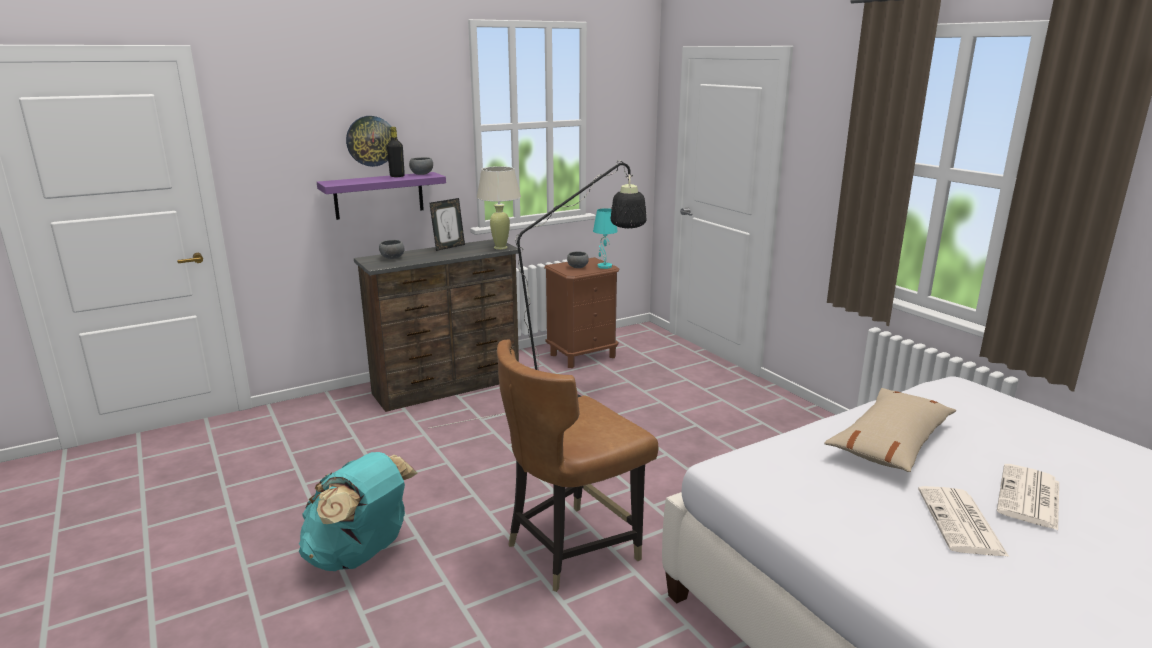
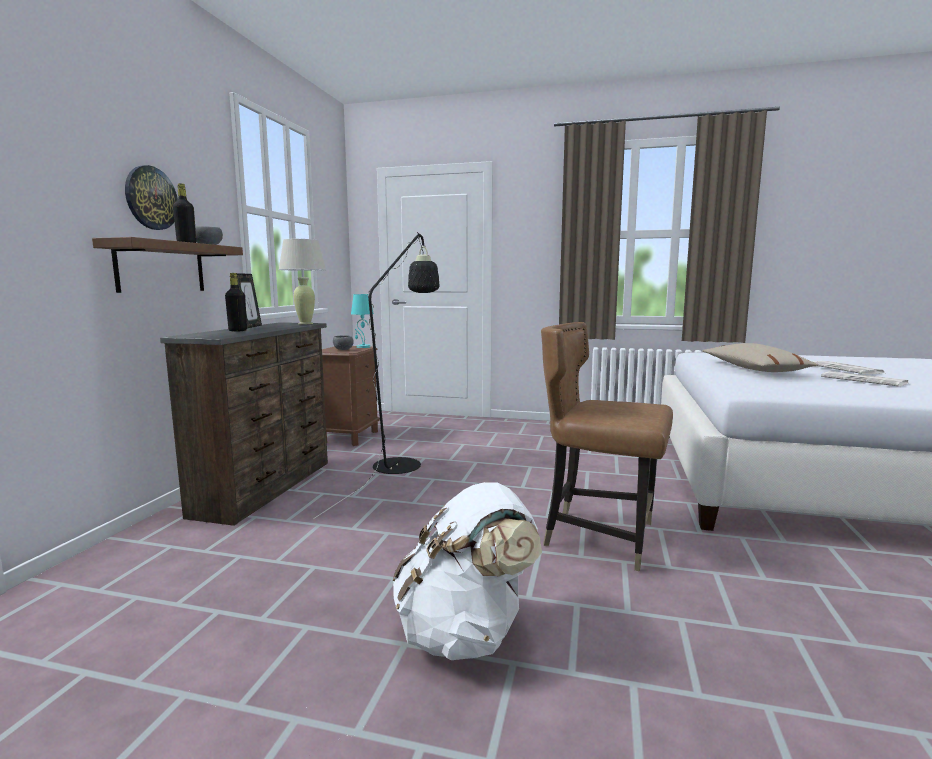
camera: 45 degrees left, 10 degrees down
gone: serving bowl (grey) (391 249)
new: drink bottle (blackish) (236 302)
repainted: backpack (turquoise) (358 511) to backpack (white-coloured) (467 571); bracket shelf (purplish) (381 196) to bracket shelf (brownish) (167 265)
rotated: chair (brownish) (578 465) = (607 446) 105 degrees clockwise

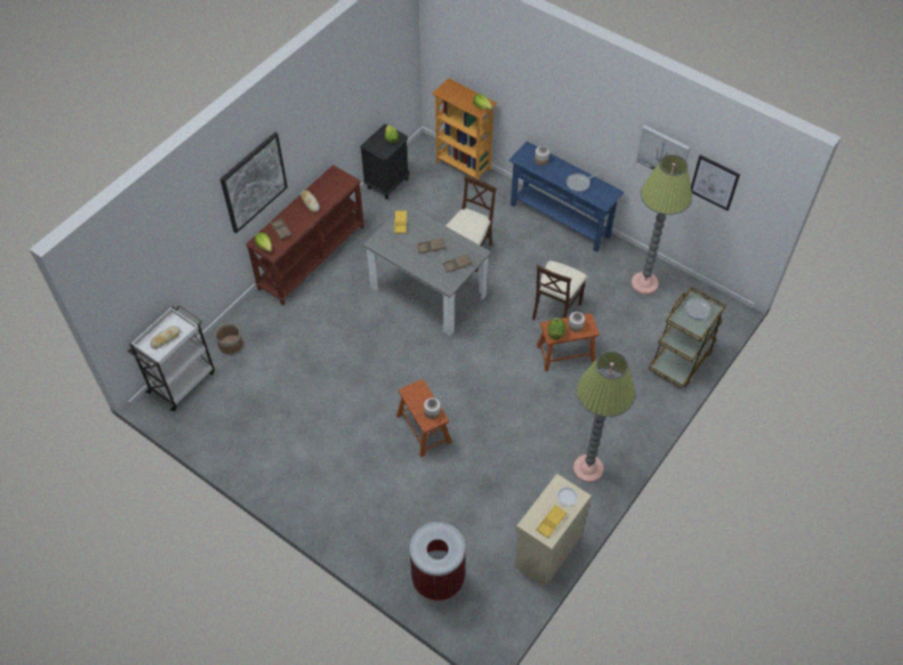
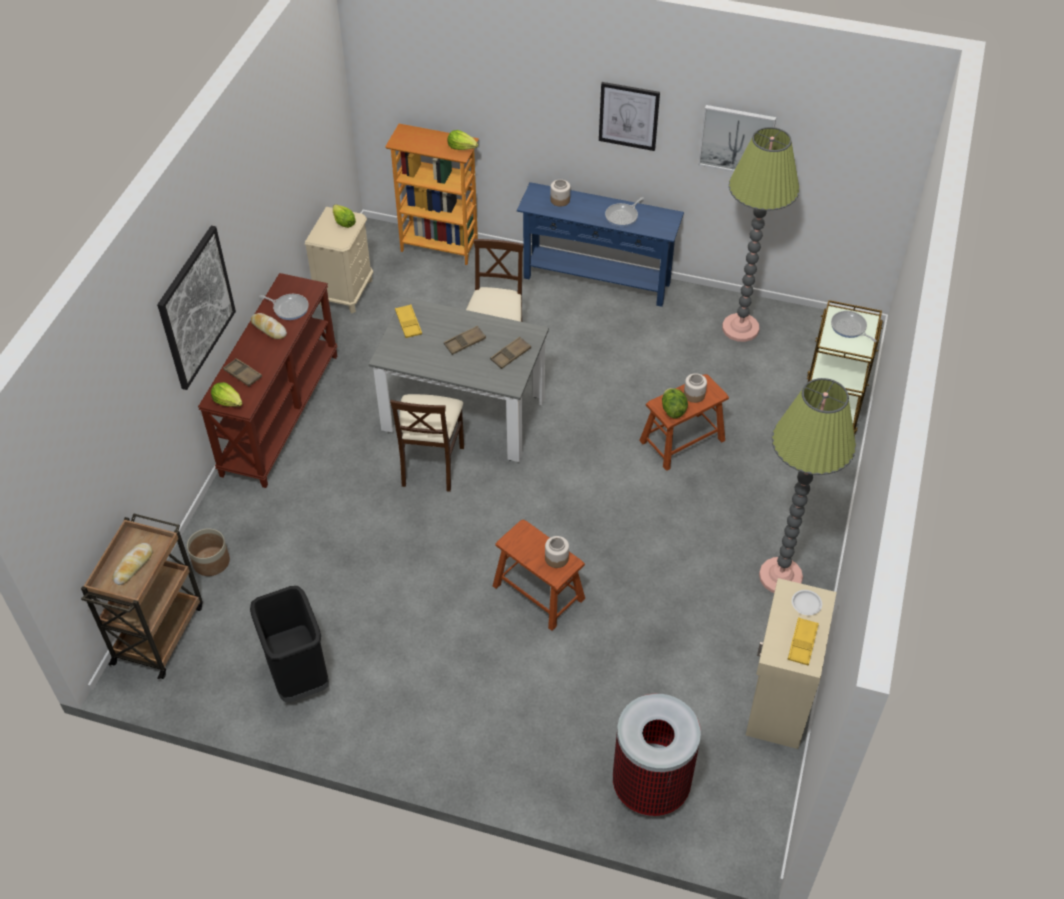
camera: 20 degrees left, 5 degrees down
new: rubbish bin (blackish) (289 644); skillet (284 307)
shifted: chair (beige) (559 290) to (427 443); picture (715 183) to (629 116)
repainted: cart (white-coloured) (171 358) to cart (brownish) (142 596); night table (blackish) (385 162) to night table (beige) (339 260)

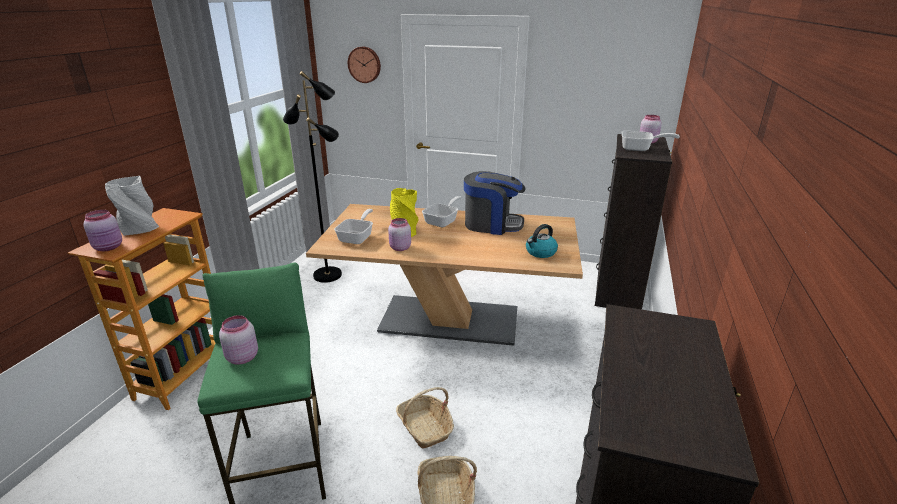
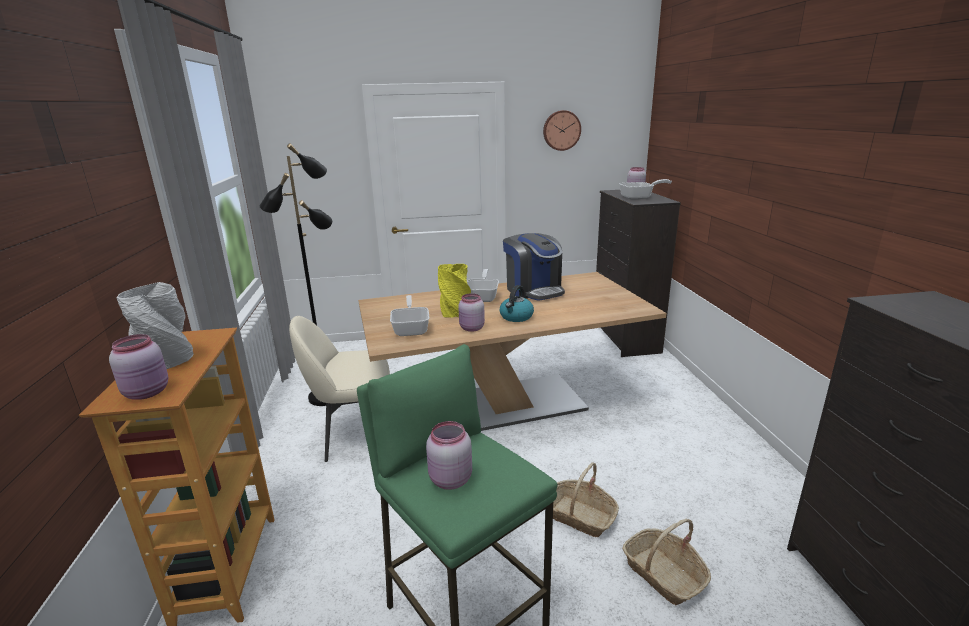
camera: 25 degrees left, 5 degrees down
new: chair (beige) (339 389)
shifted: wall clock (364 65) to (562 130); kettle (542 241) to (517 303)
rotated: coffee brewer (494 203) = (534 267) 75 degrees clockwise

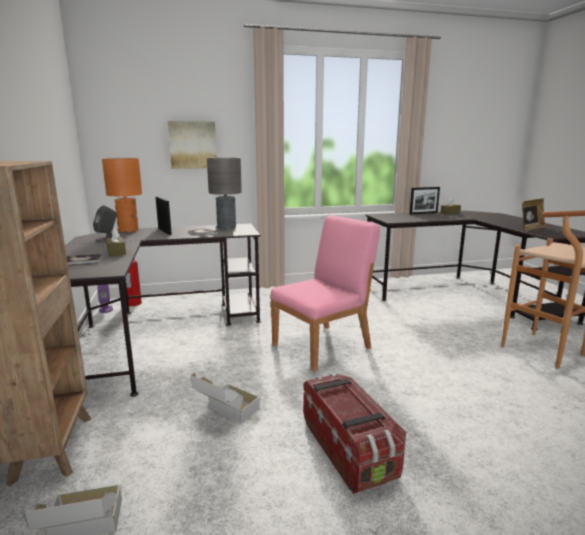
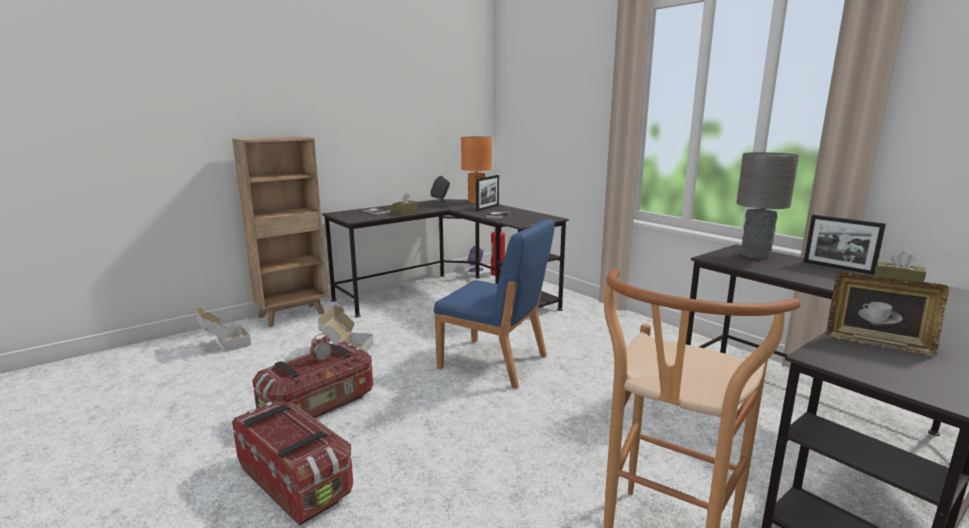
camera: 65 degrees right, 0 degrees up
gone: picture (192 145)
new: storage box (292 464); alarm clock (321 348)
shifted: table lamp (grey) (224 193) to (767 205)
repainted: chair (pink) (325 293) to chair (bluish) (494 304)

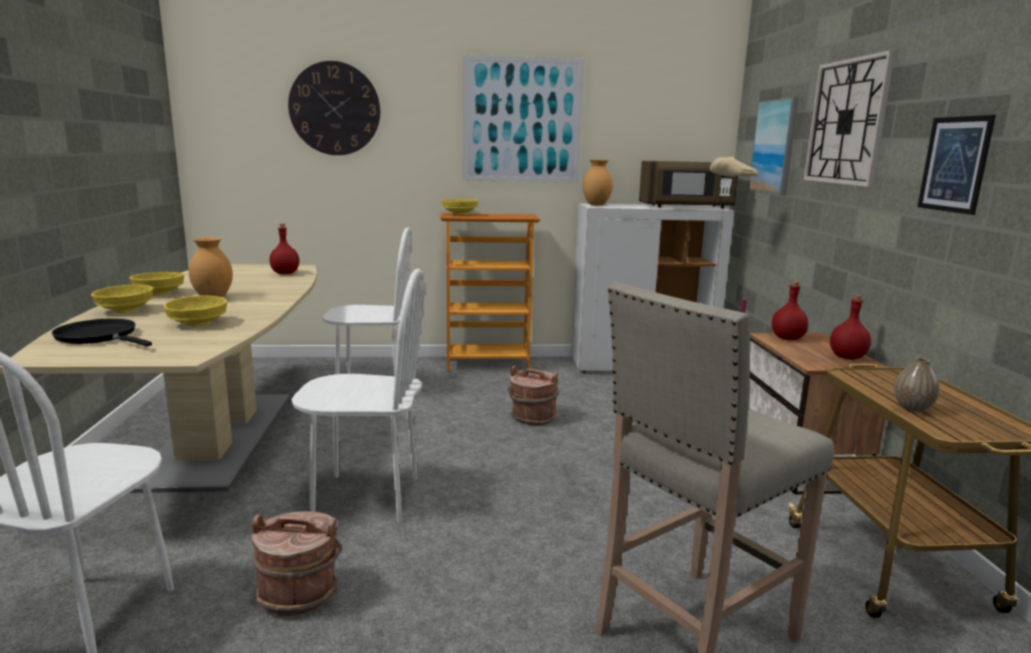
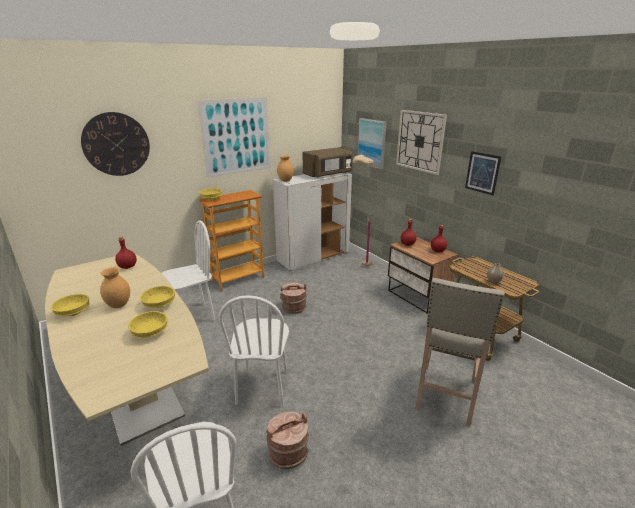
camera: 30 degrees left, 10 degrees up
gone: skillet (blackish) (102 333)
shifted: serving bowl (yellowish) (122 299) to (157 297)
rotated: chair (white-coloured) (358 395) = (254 350) 120 degrees clockwise

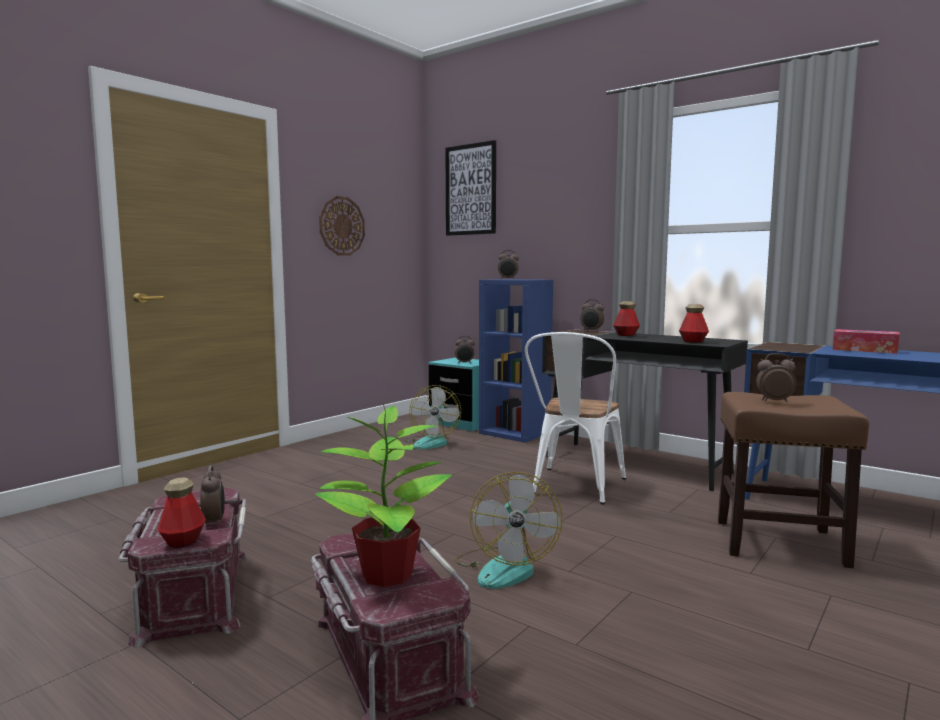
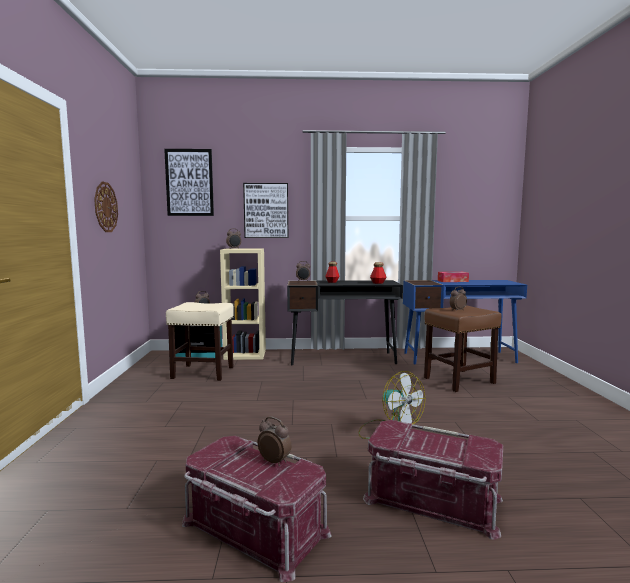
camera: 40 degrees left, 0 degrees up
gone: drink bottle (182 512); plant in a pot (383 496); chair (white-coloured) (575 418)
new: picture (265 210)
swapped: electric fan (432 417) to stool seat (beige) (200 341)
repainted: bookcase (bluish) (516 361) to bookcase (beige) (243 304)

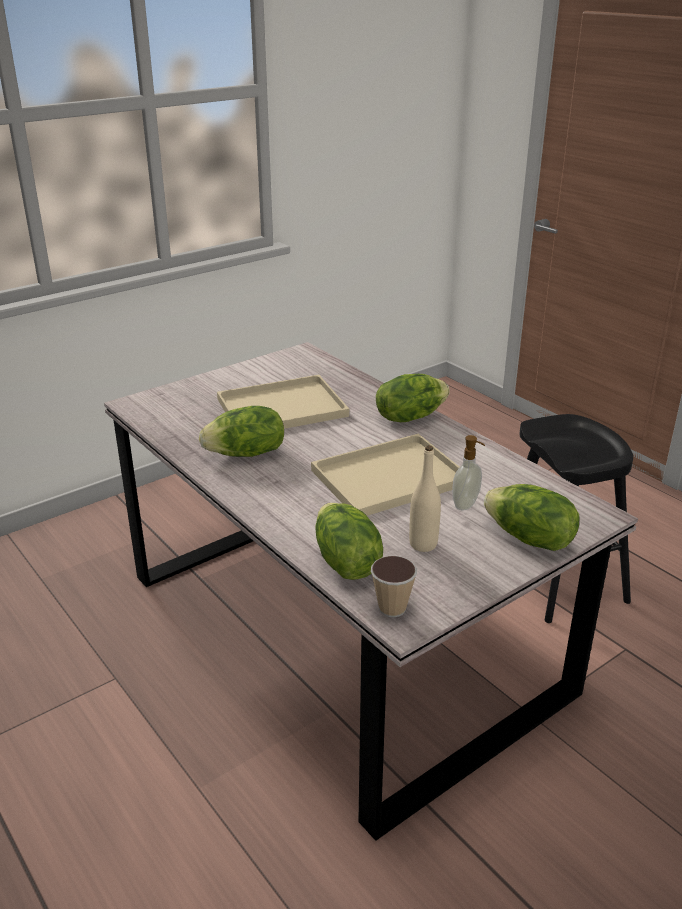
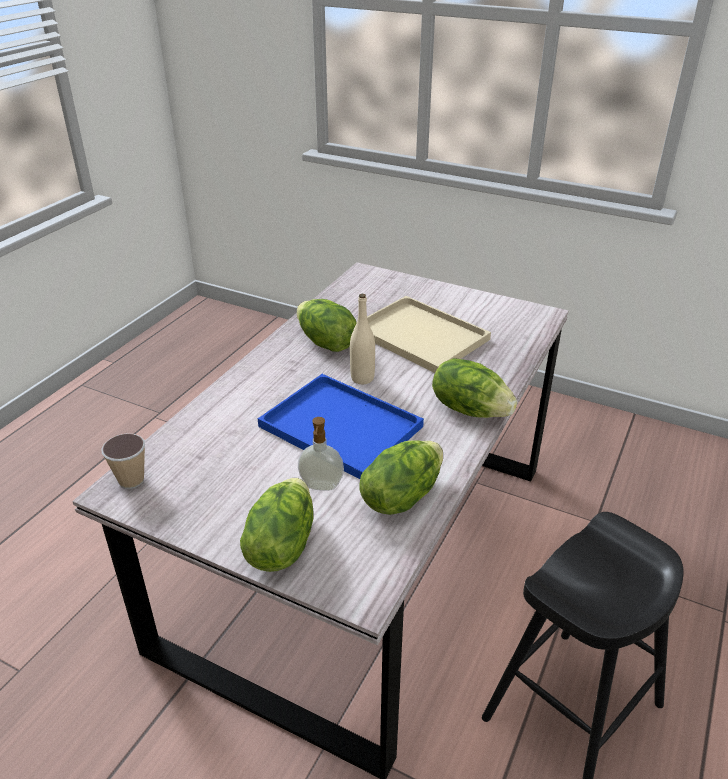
camera: 65 degrees right, 5 degrees up
shifted: lettuce (349 541) to (401 477); drink bottle (beige) (425 498) to (362 339)
repainted: serving tray (beige) (385 475) to serving tray (bluish) (341 426)

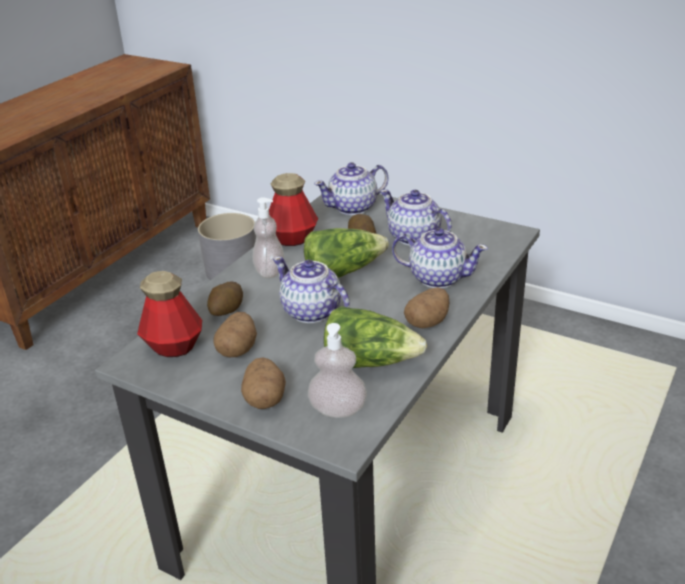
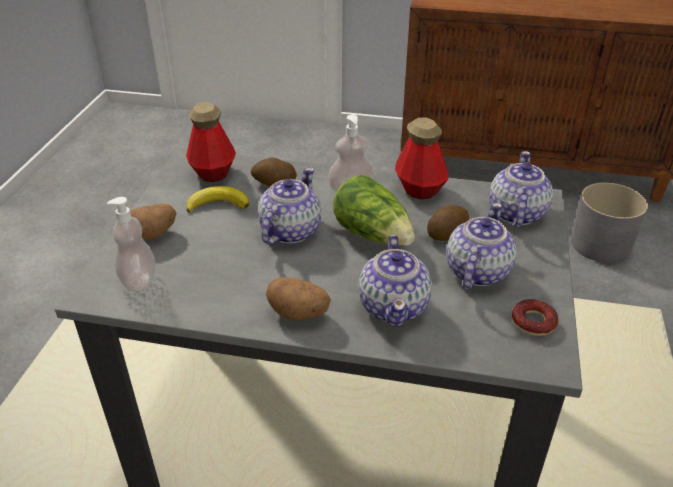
camera: 70 degrees right, 5 degrees up
gone: lettuce (375 337)
new: ring doughnut (535 317)
swapped: potato (235 334) to whole banana (218 199)
rotated: tea pot (351 188) = (521 189) 60 degrees clockwise

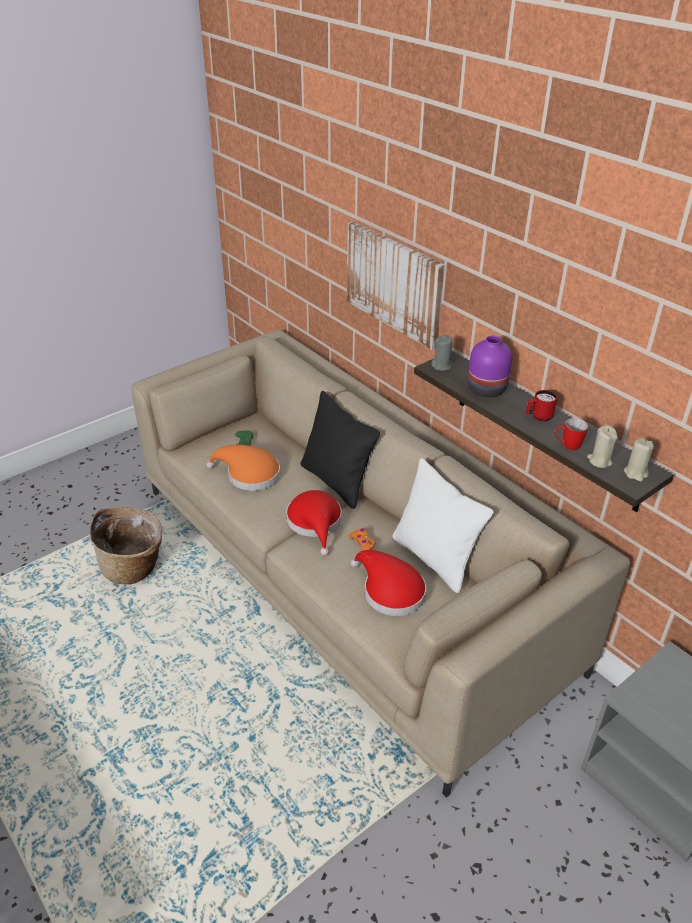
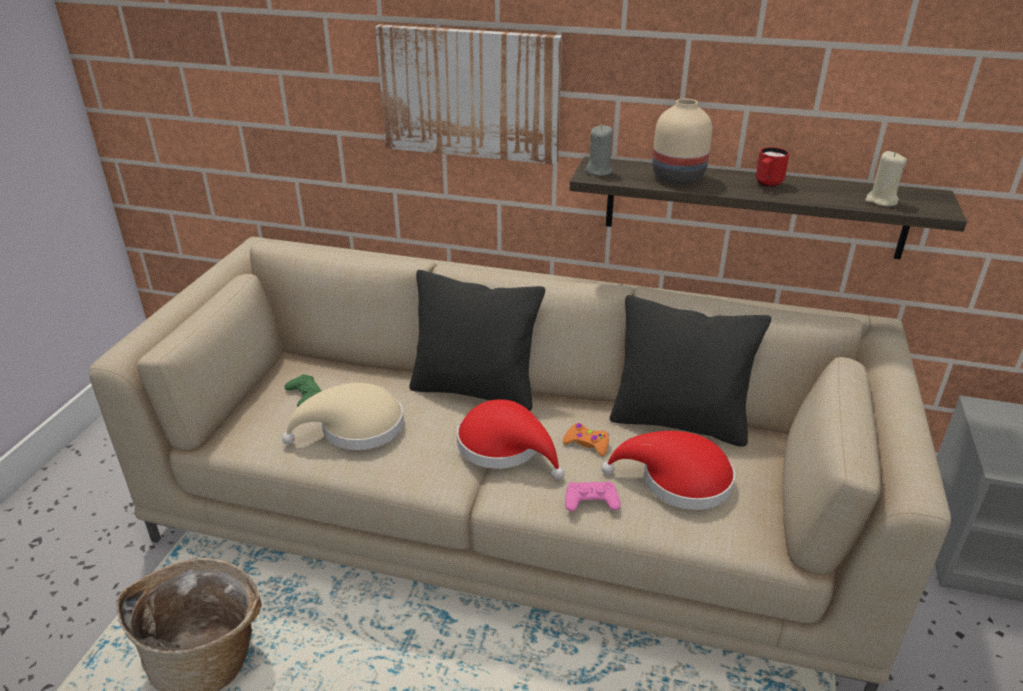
camera: 35 degrees left, 5 degrees down
gone: tea mug (571 434); wax light (beige) (639 459)
new: gamepad (pink) (593 496)
repainted: wearable hat (orangey) (243 468) to wearable hat (beige) (343 416); throw pillow (white-coloured) (443 525) to throw pillow (blackish) (690 371); flower vase (purplish) (490 366) to flower vase (beige) (682 141)

